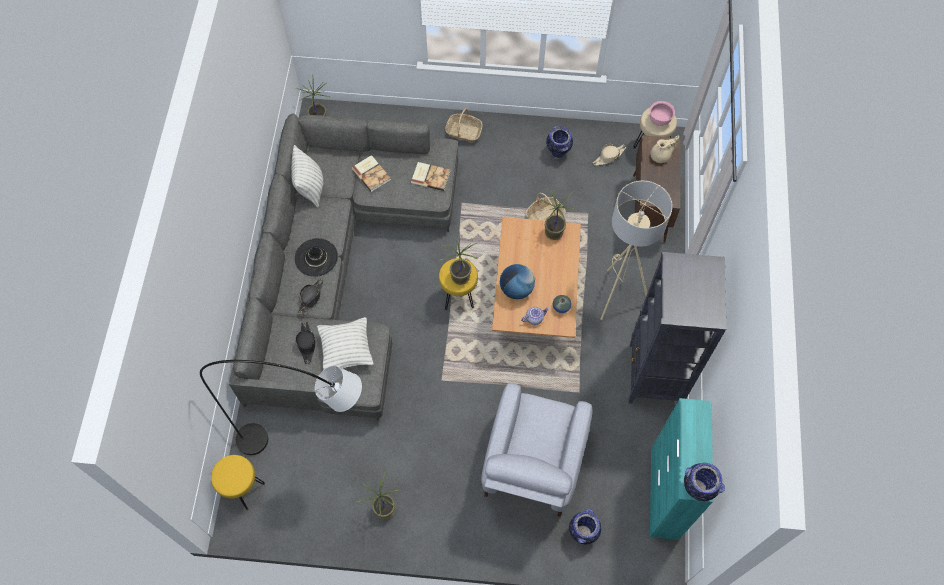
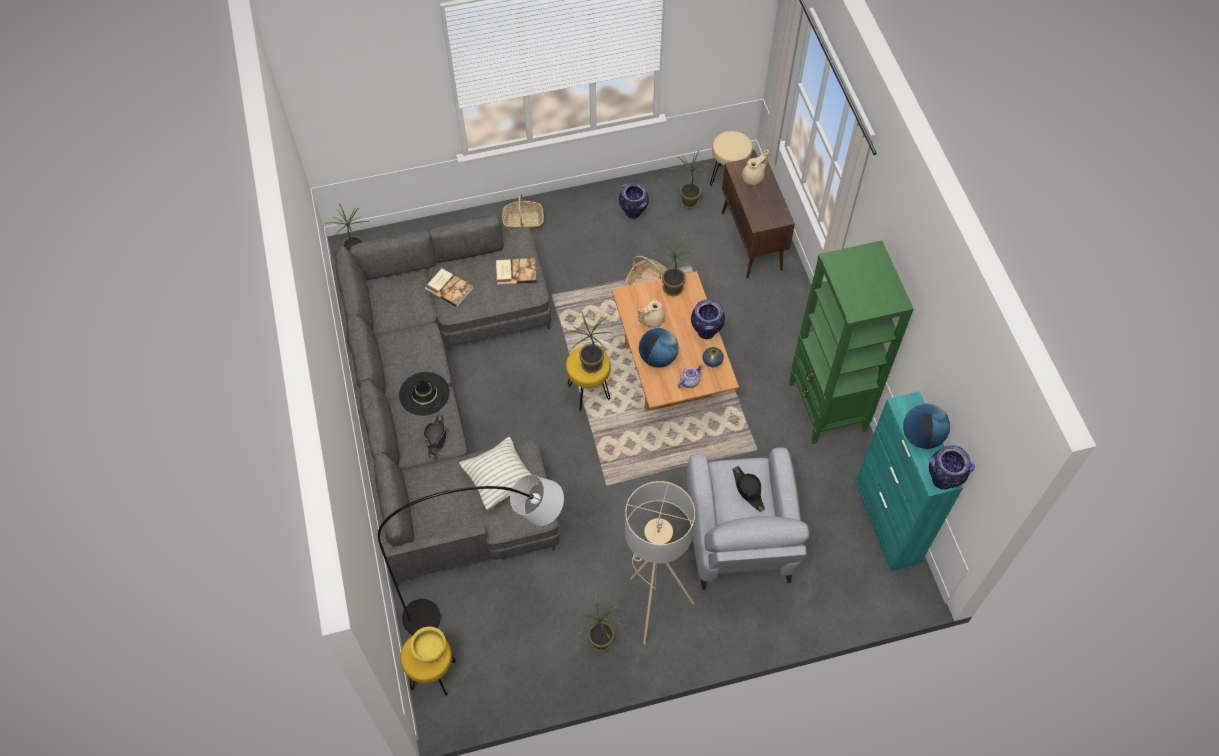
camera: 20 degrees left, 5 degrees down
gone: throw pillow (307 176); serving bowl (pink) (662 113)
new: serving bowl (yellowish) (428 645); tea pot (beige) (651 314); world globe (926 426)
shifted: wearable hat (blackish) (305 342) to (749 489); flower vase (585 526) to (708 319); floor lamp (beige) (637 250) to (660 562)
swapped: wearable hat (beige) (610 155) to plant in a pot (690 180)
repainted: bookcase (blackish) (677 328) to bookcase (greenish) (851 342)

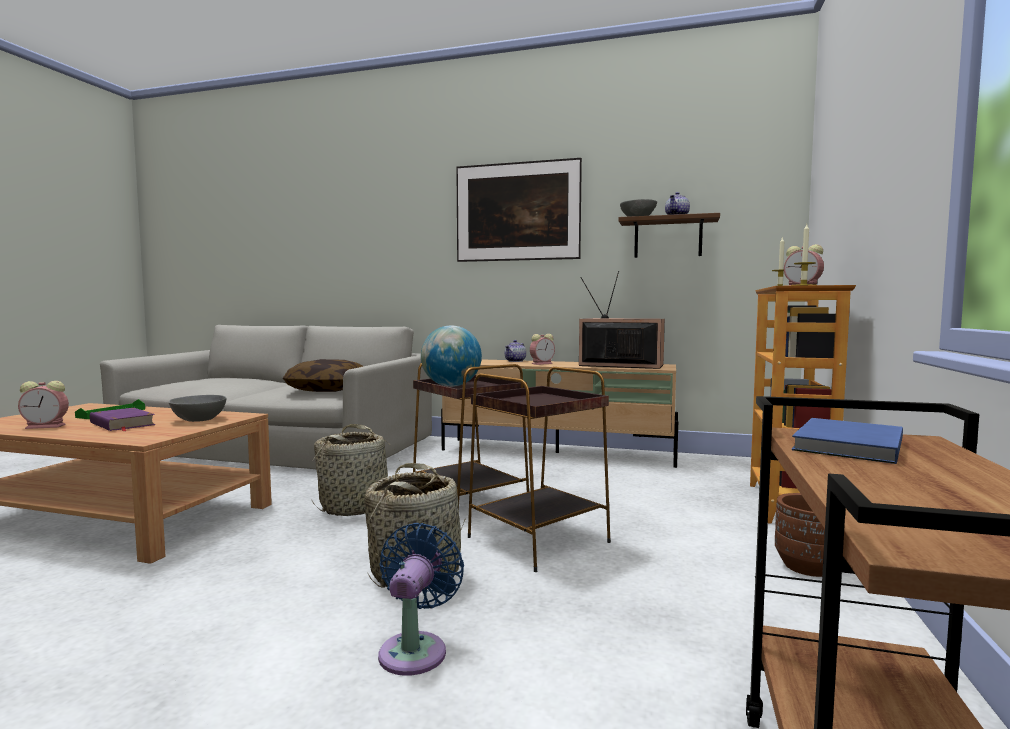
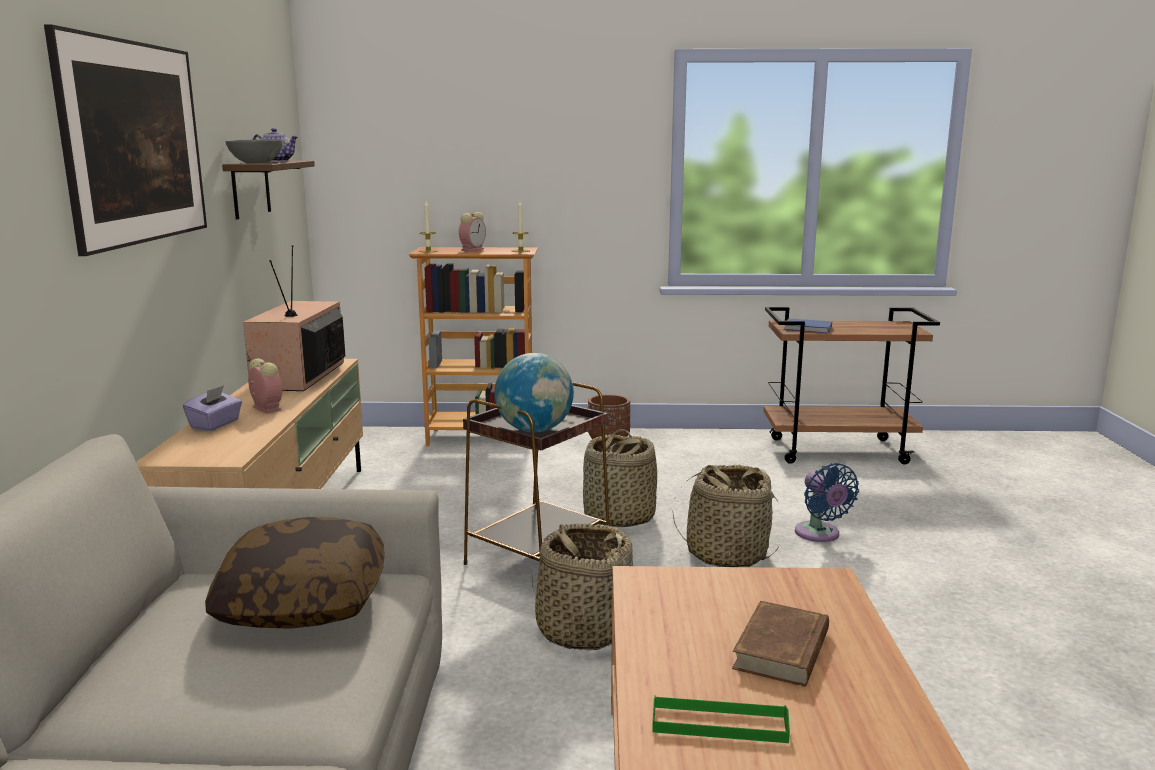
camera: 105 degrees left, 10 degrees up
gone: alarm clock (43 405); serving bowl (grey) (198 408)
swapped: accent table (brownish) (539 469) to household basket (620 478); tea pot (515 351) to box of tissues (purplish) (212 408)
repainted: book (purplish) (122 419) to book (brownish) (780 644)
rotated: electric fan (bluish) (421 599) = (827 502) 105 degrees counterclockwise

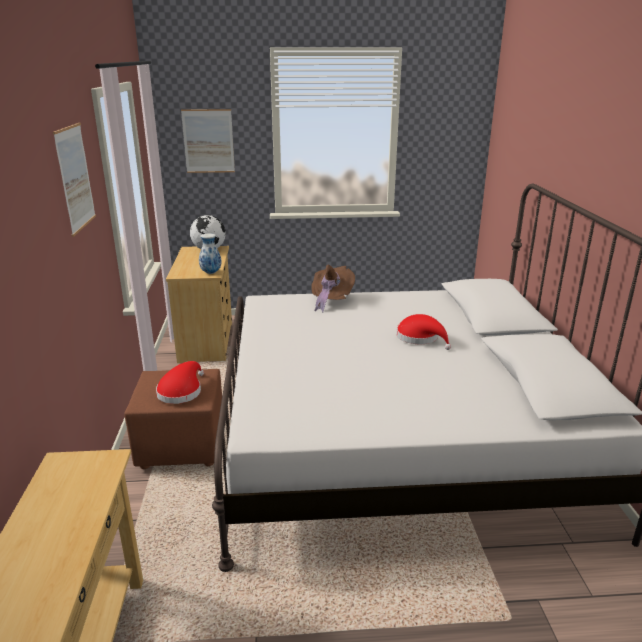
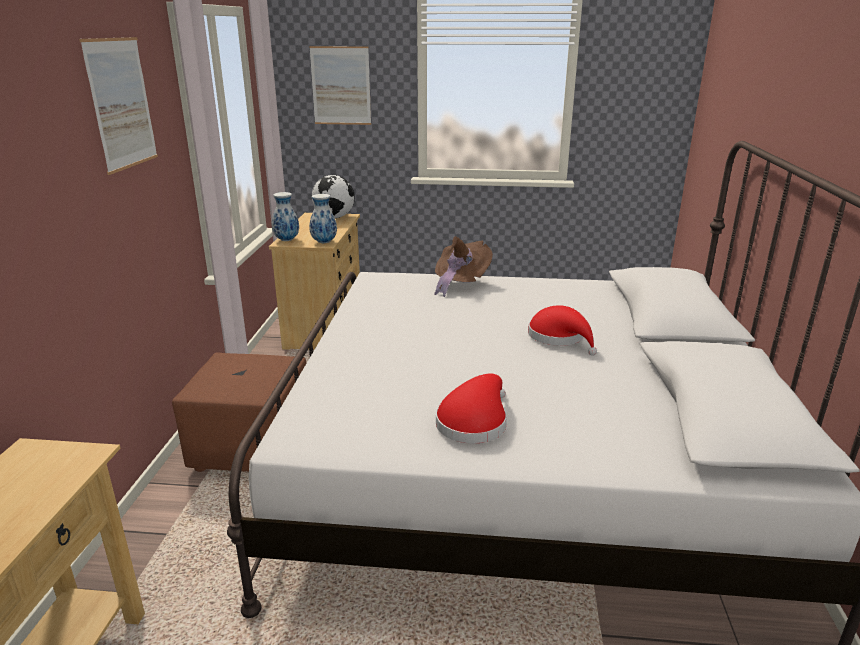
camera: 10 degrees right, 0 degrees up
new: flower vase (285 216)
shifted: wearable hat (reddish) (180 382) to (471 409)

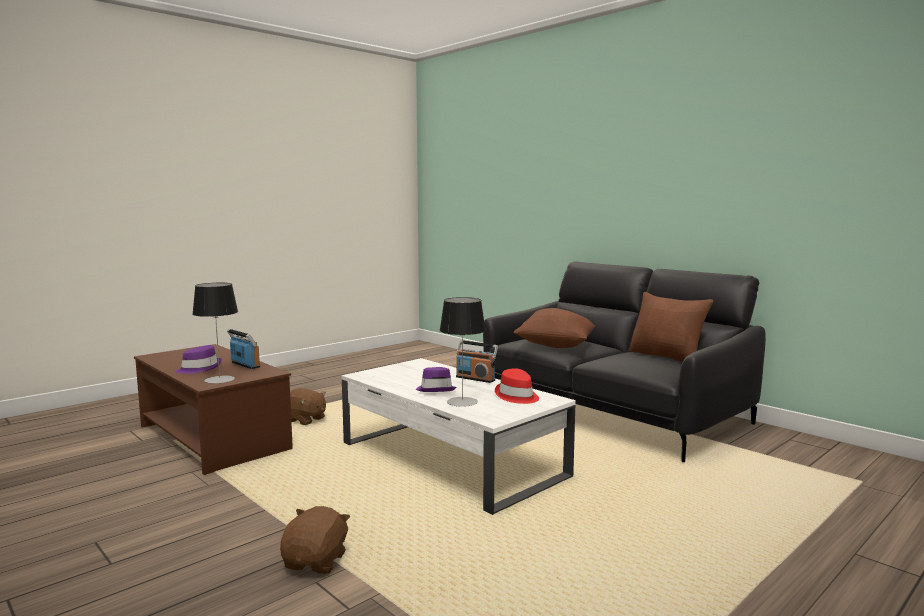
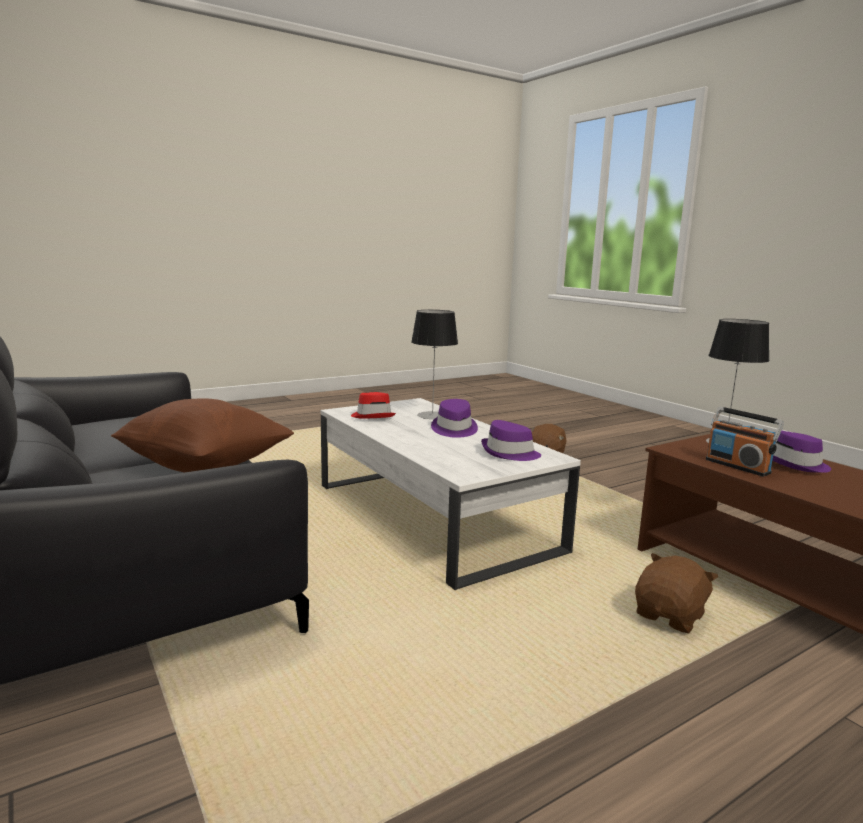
camera: 170 degrees left, 5 degrees up
gone: radio set (477 361); throw pillow (brownish) (671 327)
new: wearable hat (purplish) (511 440)
rotated: soft toy (brownish) (308 406) = (676 593) 90 degrees clockwise

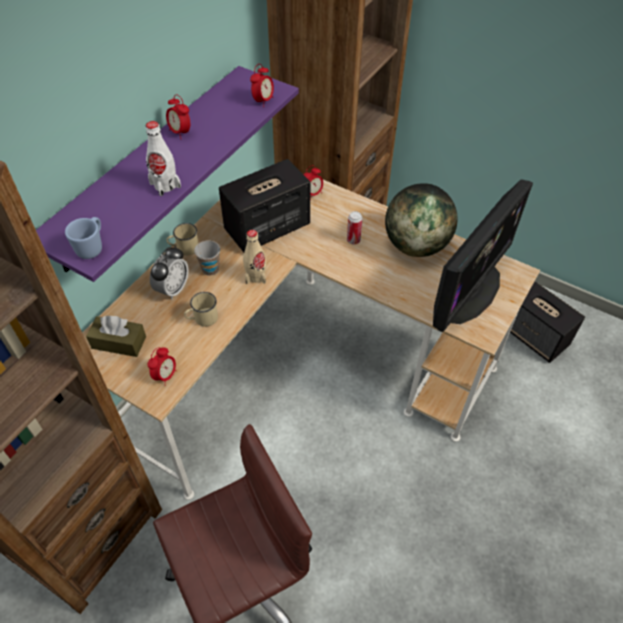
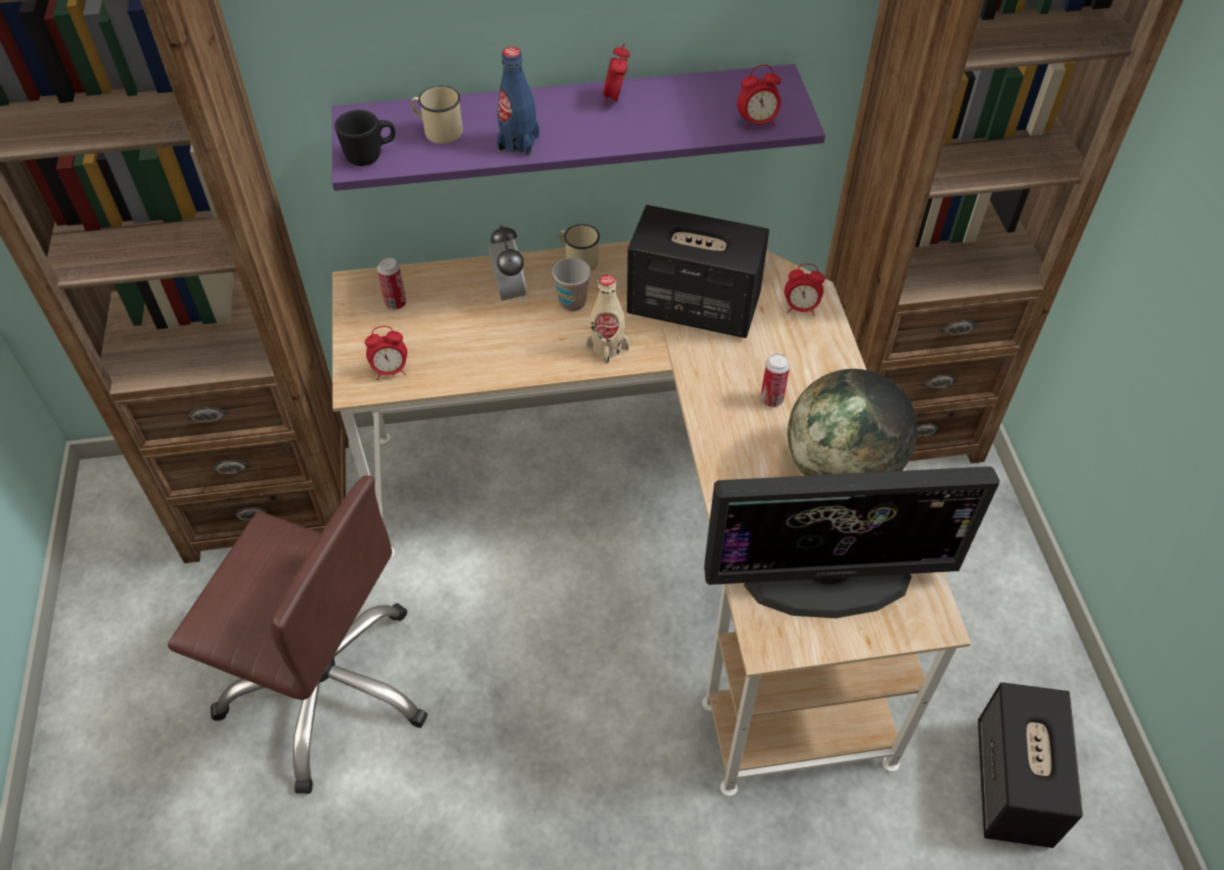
camera: 50 degrees right, 0 degrees up
shifted: tea mug (beige) (201 309) to (436 115)
swapped: box of tissues (brownish) (116 336) to metal can (391 283)
repainted: tea mug (bluish) (83 238) to tea mug (blackish) (365 138); drink bottle (white-coloured) (163 158) to drink bottle (bluish) (518 101)
rotated: alarm clock (169 273) = (508 264) 90 degrees counterclockwise

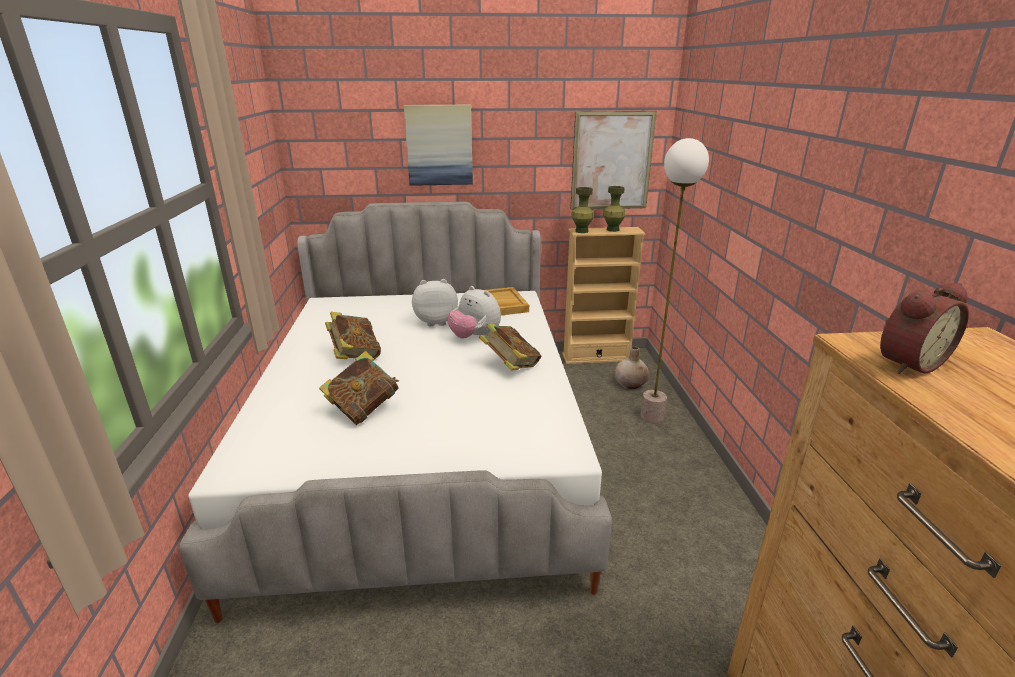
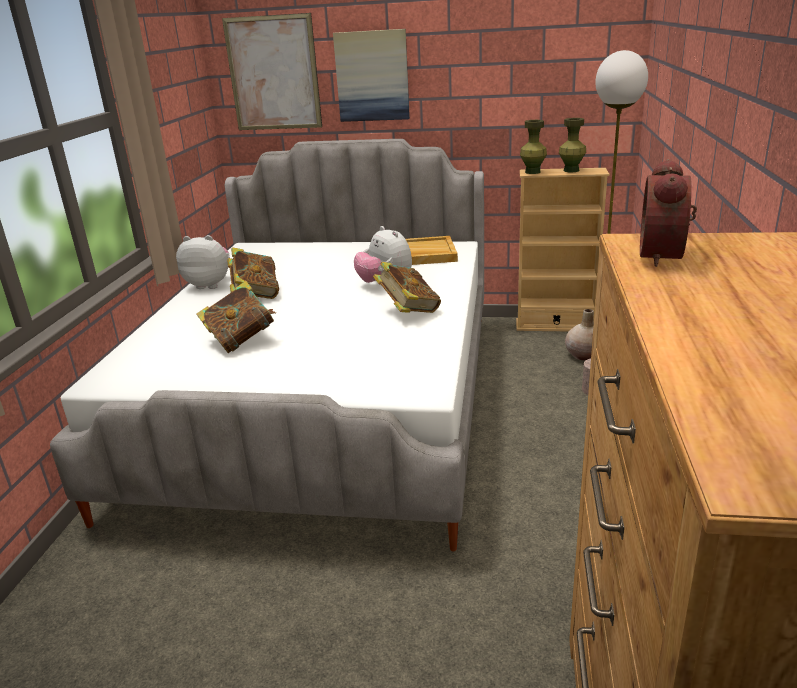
camera: 15 degrees right, 0 degrees up
shifted: soft toy (435 302) to (203 262); picture (614 160) to (272 71)
rotated: alarm clock (924 328) = (668 213) 120 degrees clockwise

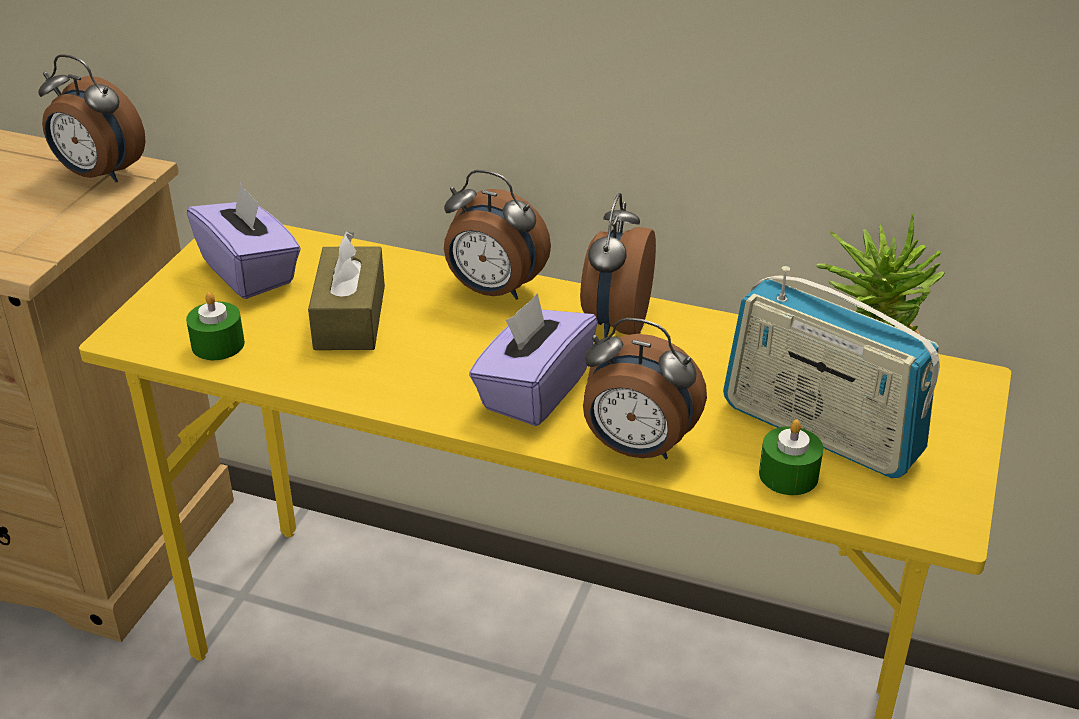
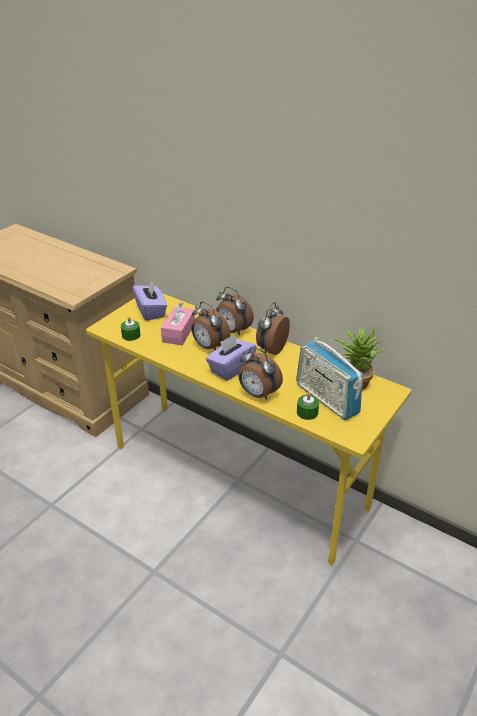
camera: 15 degrees right, 0 degrees up
shifted: alarm clock (92 118) to (210 326)
repainted: box of tissues (brownish) (346 290) to box of tissues (pink) (178 323)

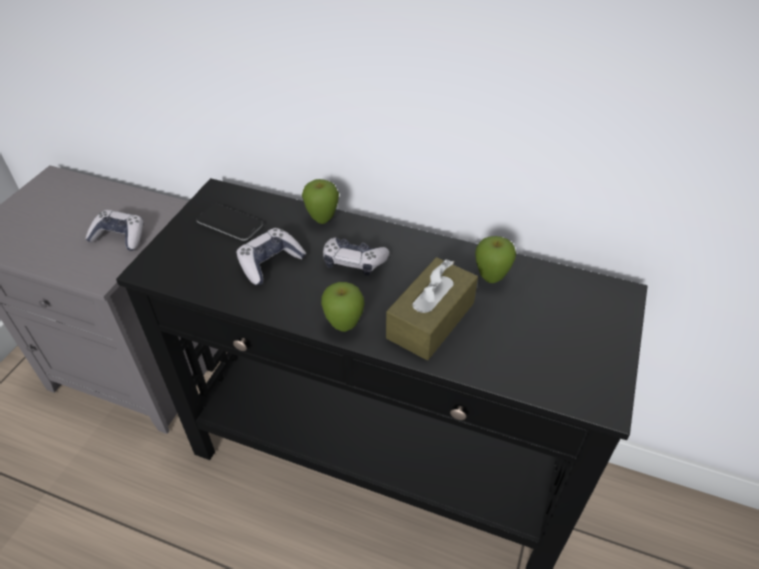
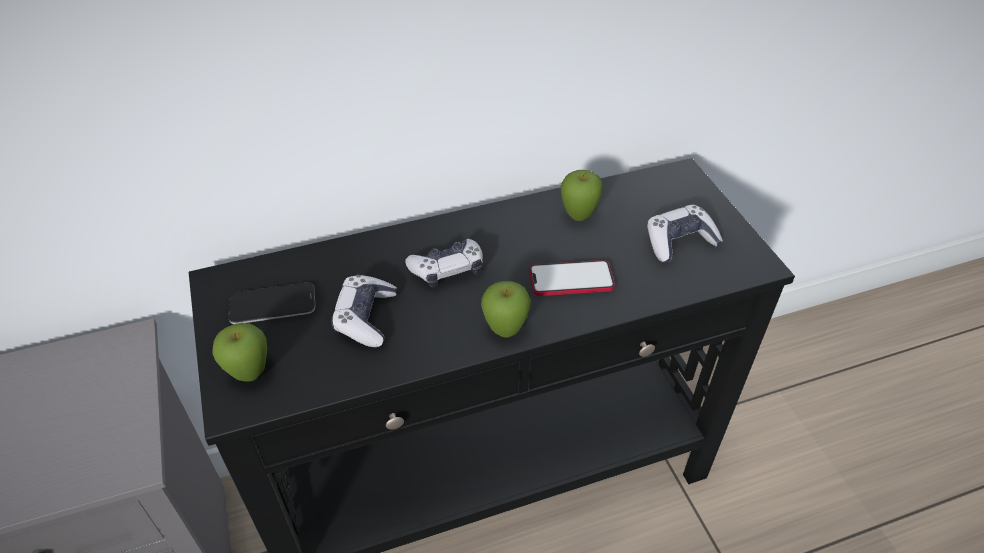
camera: 40 degrees left, 0 degrees up
shifted: gamepad (114 230) to (685 234); whole apple (320 201) to (239 352)
swapped: box of tissues (brownish) (432 308) to phone (572 278)

